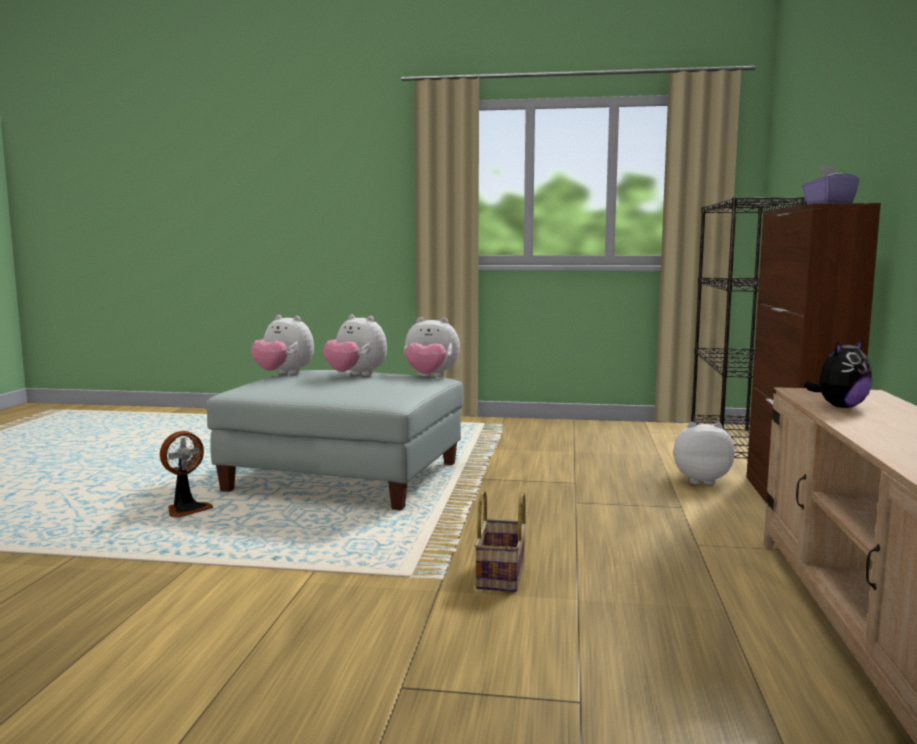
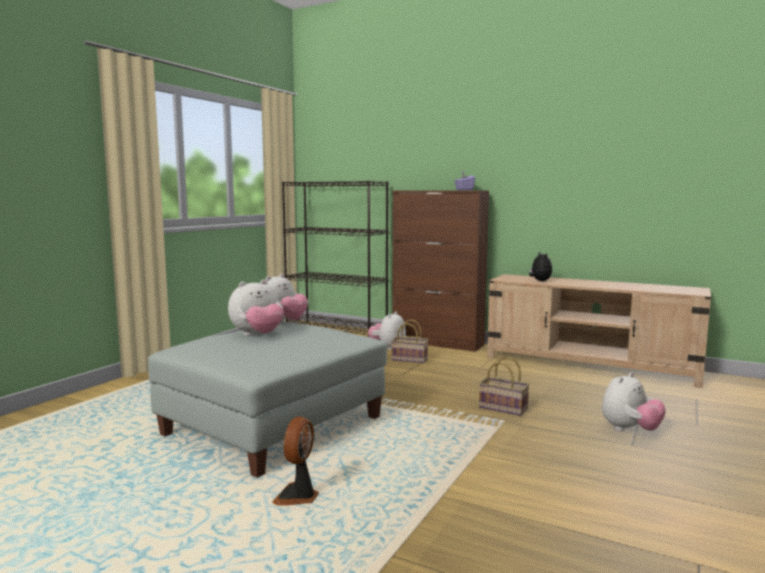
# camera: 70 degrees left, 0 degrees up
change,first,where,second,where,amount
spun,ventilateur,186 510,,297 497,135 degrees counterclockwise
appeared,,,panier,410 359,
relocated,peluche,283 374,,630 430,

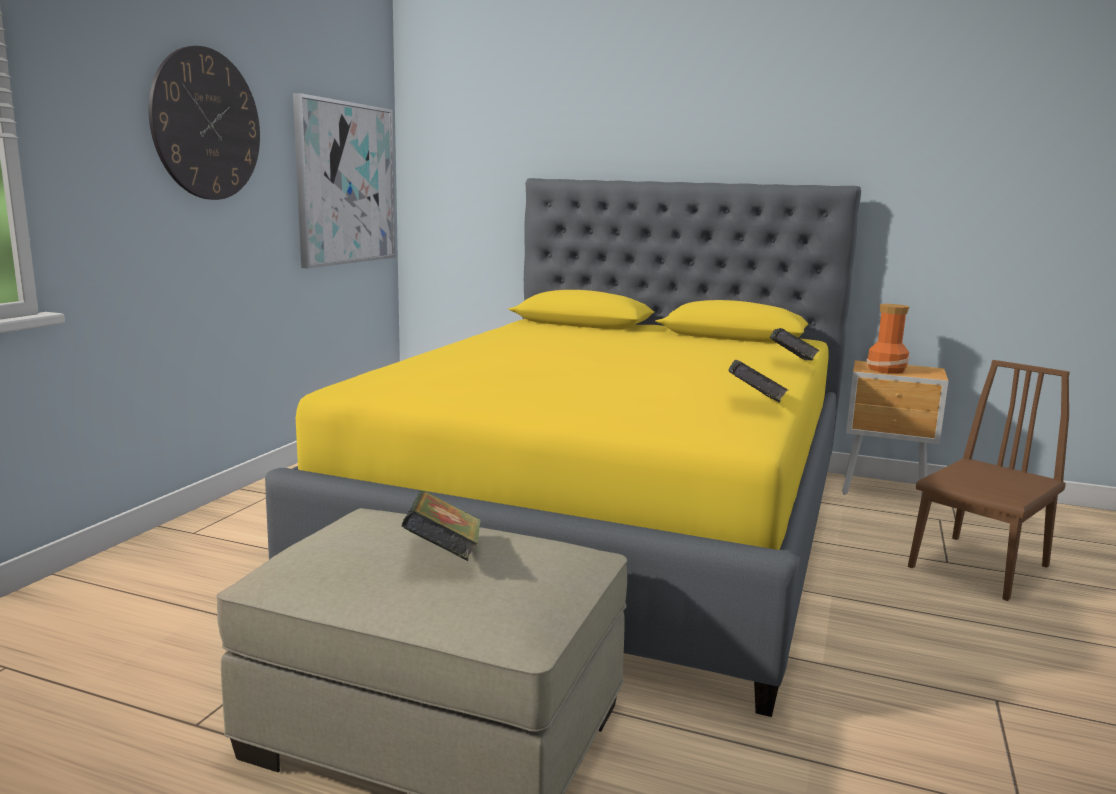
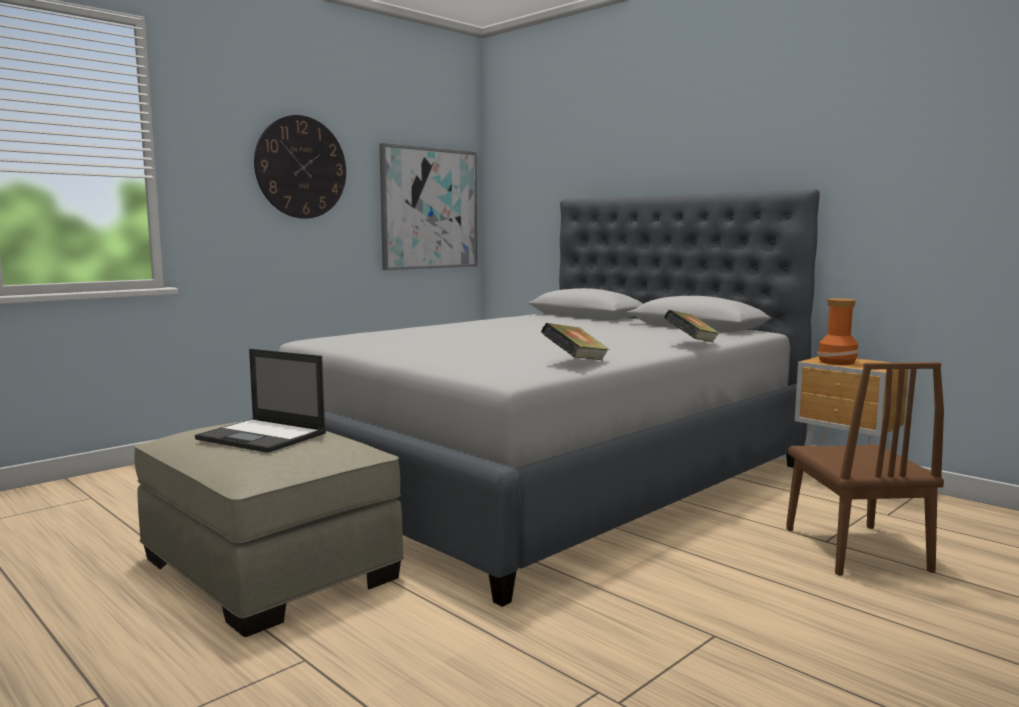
# camera: 25 degrees right, 5 degrees down
change,first,where,second,where,amount
exchanged,livre,444 555,ordinateur portable,263 436,
colour,lit/jaune,607 526,lit/gris,545 477,
spun,chaise/marron,978 566,,855 549,105 degrees clockwise

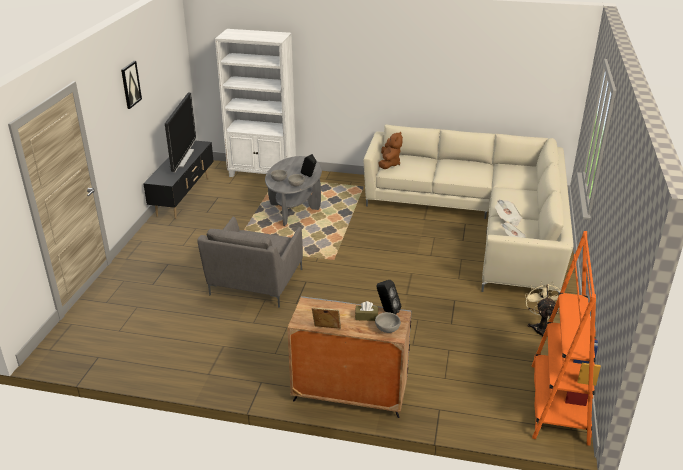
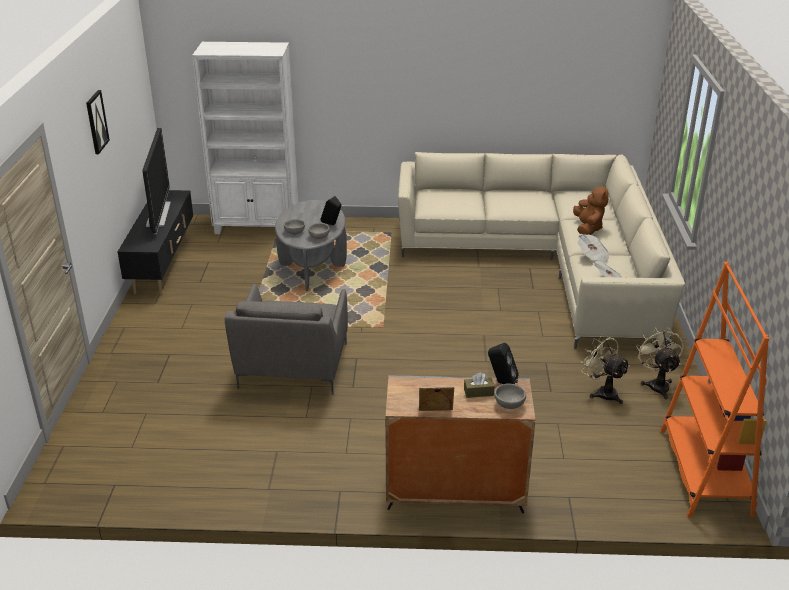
# camera: 10 degrees left, 0 degrees up
change,first,where,second,where,amount
relocated,peluche/marron,389 164,,588 228,
appeared,,,ventilateur/beige,602 392,

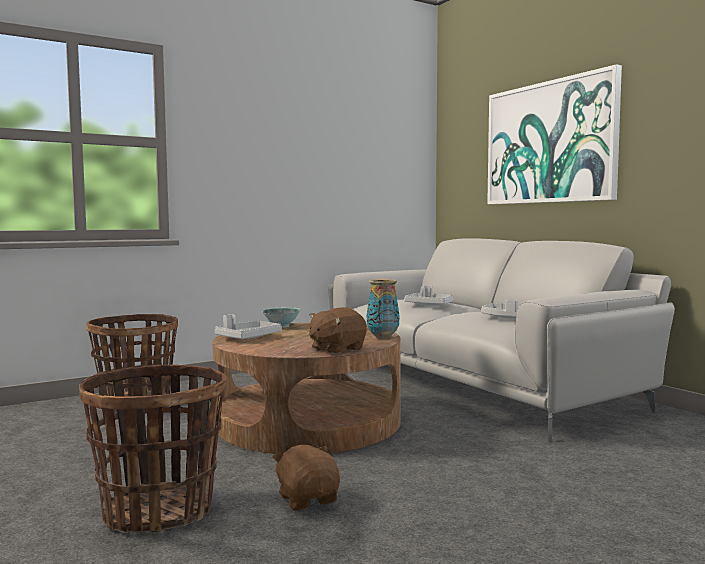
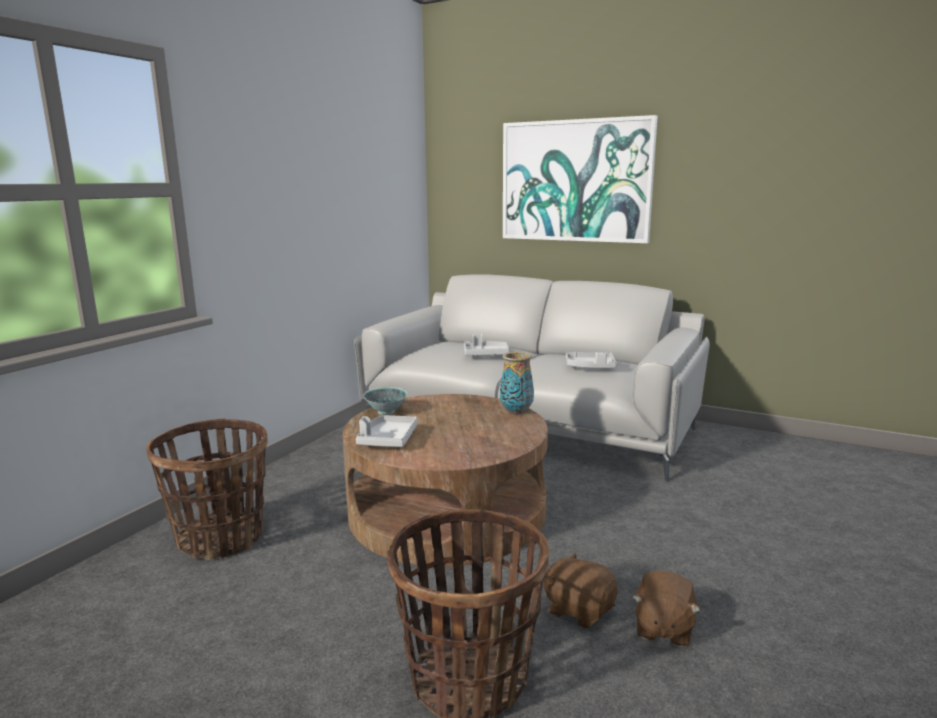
# camera: 30 degrees left, 10 degrees up
change,first,where,second,where,amount
relocated,peluche/marron,336 349,,663 628,

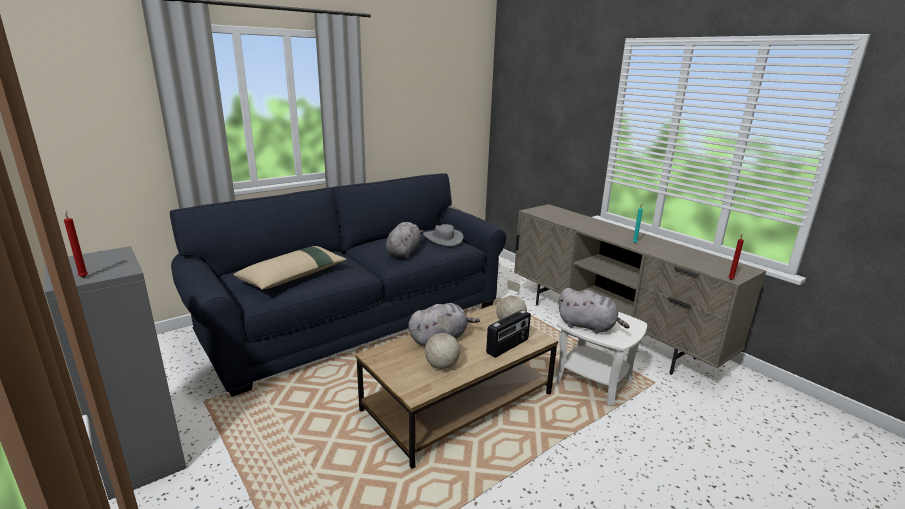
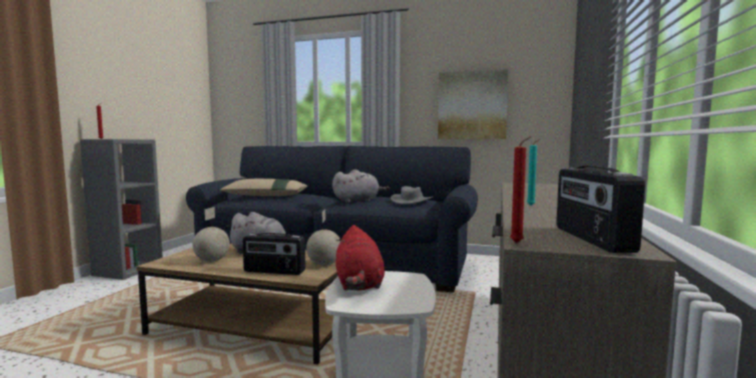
# camera: 55 degrees right, 15 degrees down
change,first,where,second,where,amount
colour,peluche/gris,588 326,peluche/rouge,359 284,
appeared,,,tableau,472 105,
appeared,,,radio,590 239,

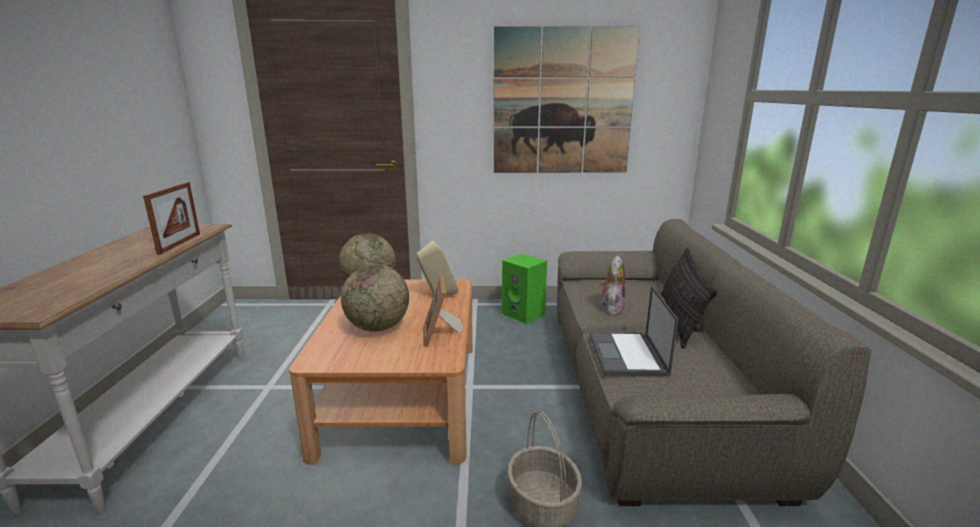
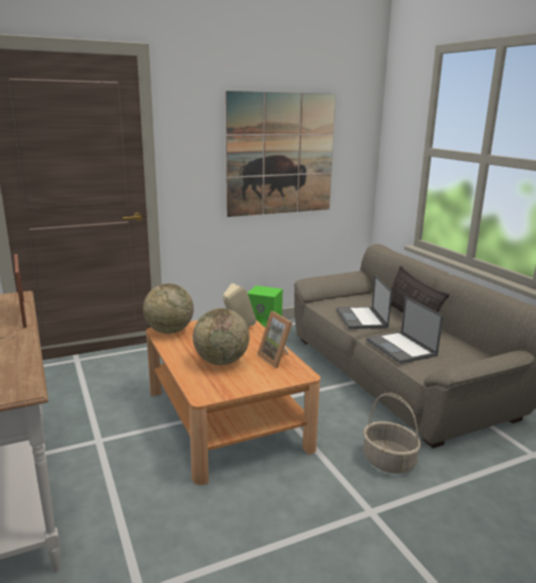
# camera: 25 degrees left, 0 degrees up
change,first,where,second,where,amount
exchanged,peluche,611 308,ordinateur portable,362 318,

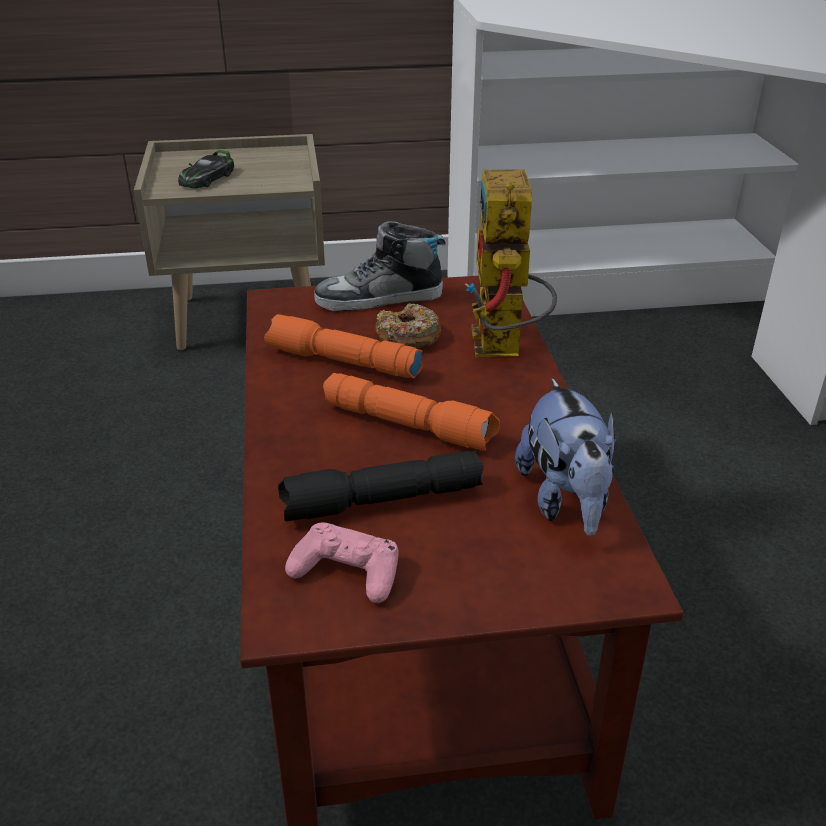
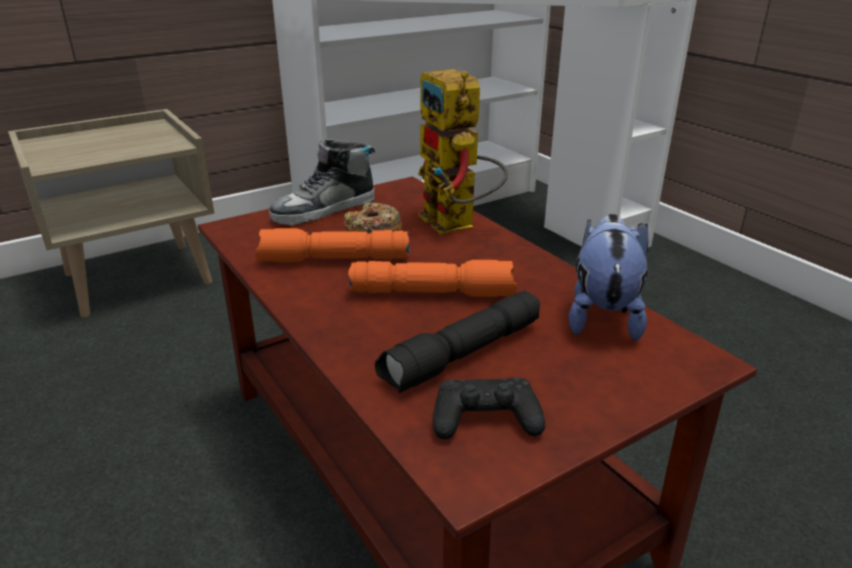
# camera: 25 degrees left, 5 degrees down
change,first,where,second,where,amount
colour,manette/rose,347 571,manette/noir,485 419,
spun,peluche,565 501,,602 315,135 degrees counterclockwise
missing,petite voiture,207 178,,,

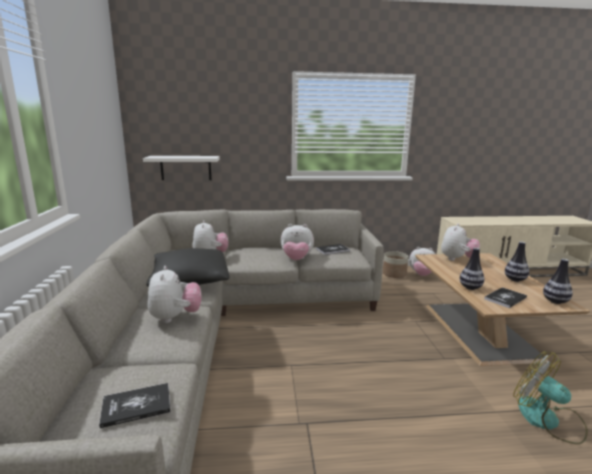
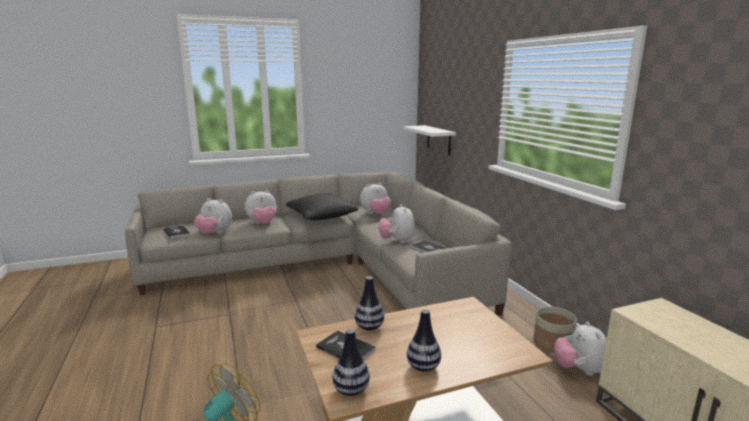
# camera: 75 degrees right, 0 degrees up
change,first,where,second,where,amount
relocated,peluche,457 259,,214 233,

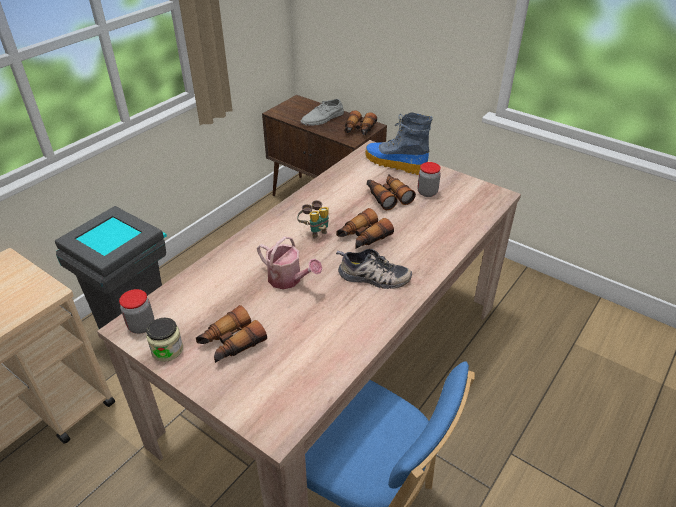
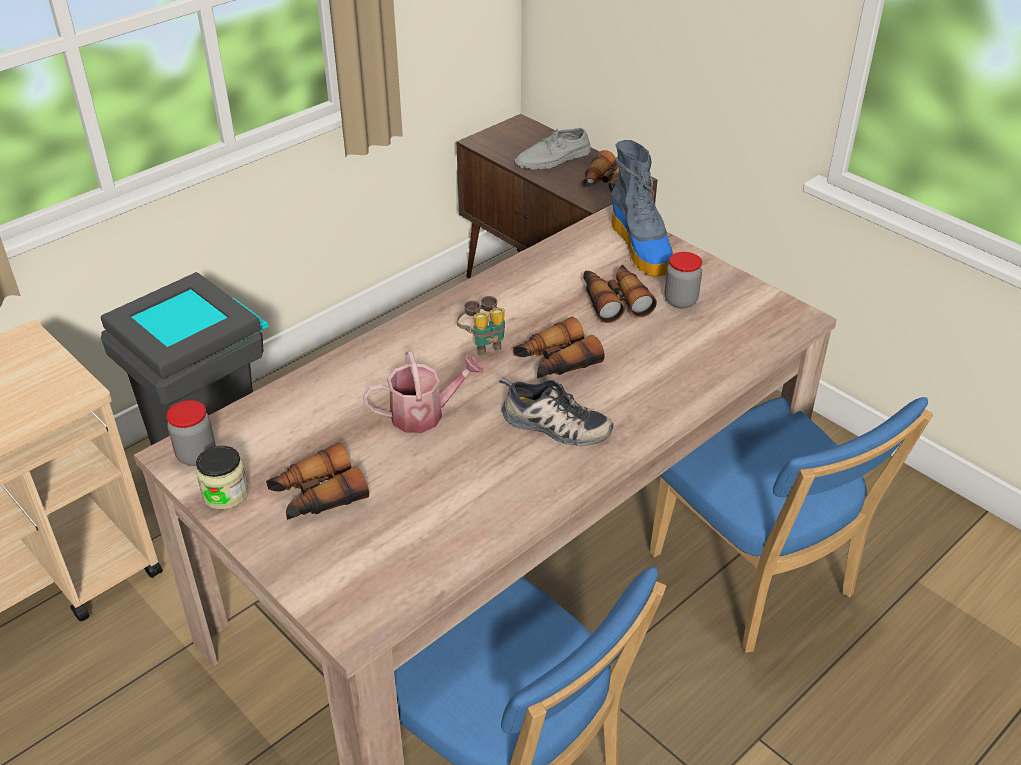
# camera: 10 degrees right, 0 degrees up
change,first,where,second,where,amount
spun,arrosoir,288 280,,424 414,60 degrees counterclockwise
spun,botte,394 163,,641 247,150 degrees counterclockwise
appeared,,,chaise/bleu,757 581,

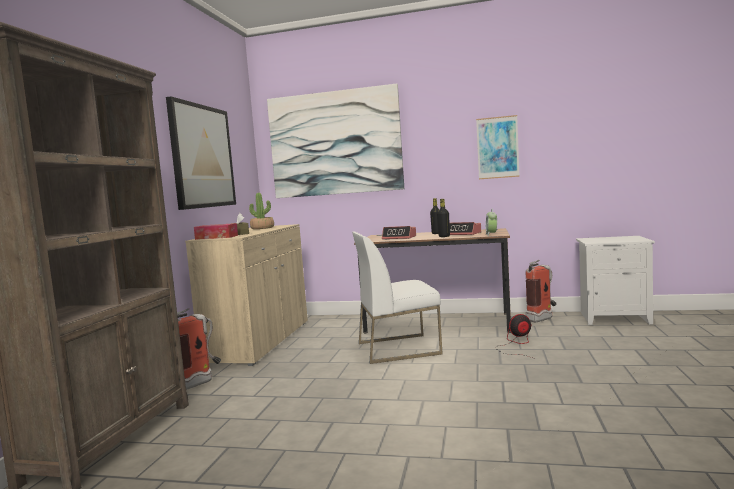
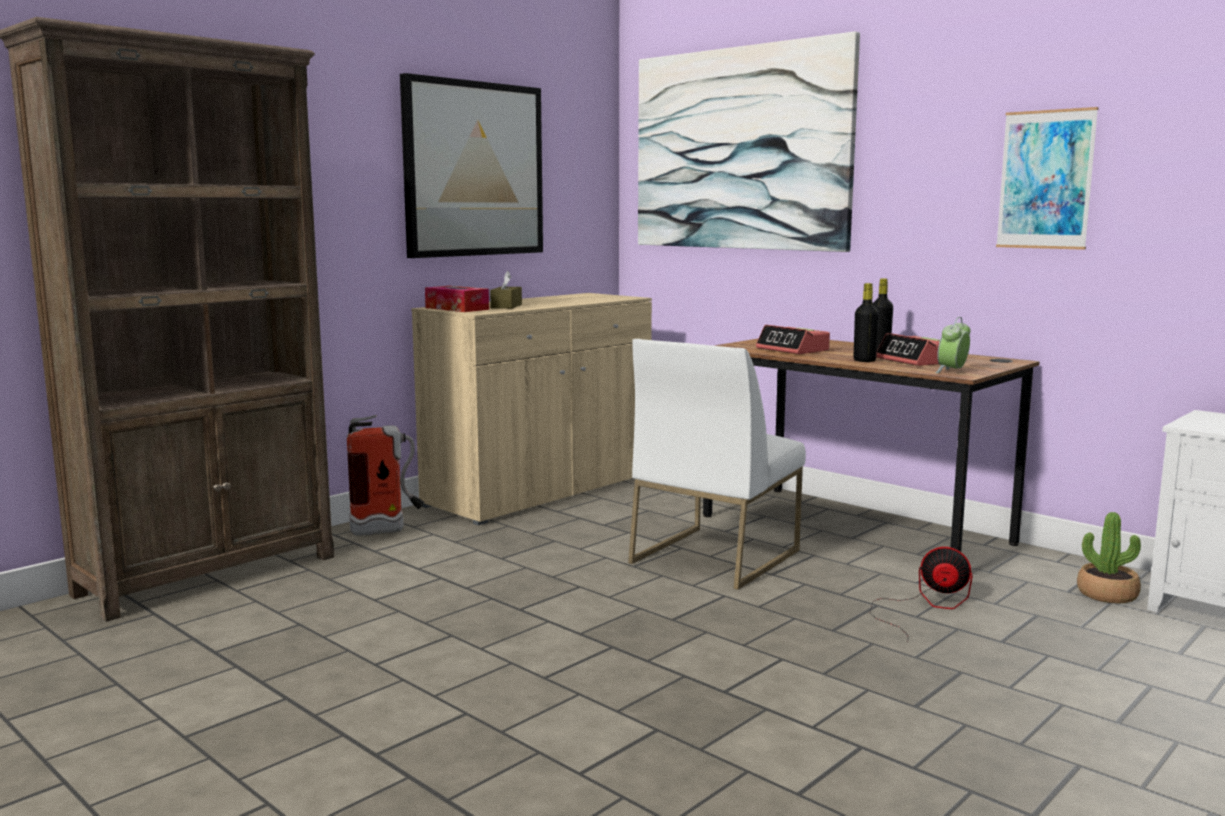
# camera: 30 degrees right, 5 degrees up
change,first,where,second,where,amount
spun,chaise/blanc,399 348,,714 556,75 degrees counterclockwise
relocated,plante en pot,262 228,,1107 594,
missing,extincteur,543 319,,,

